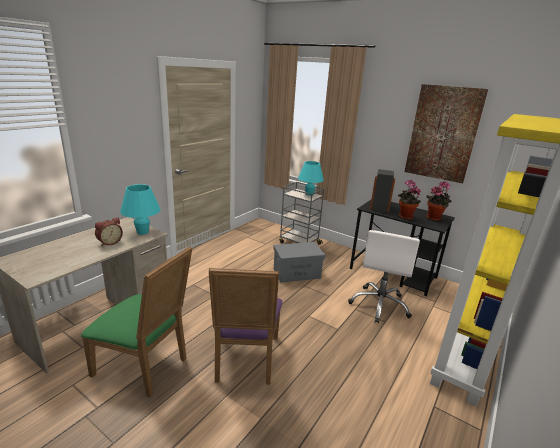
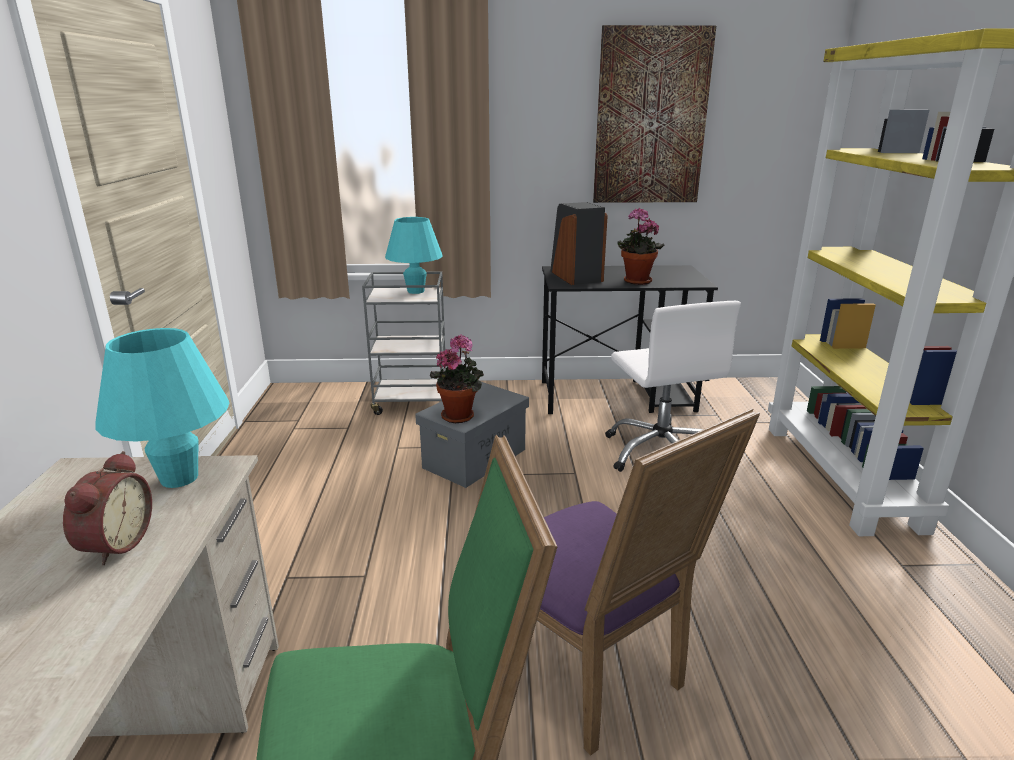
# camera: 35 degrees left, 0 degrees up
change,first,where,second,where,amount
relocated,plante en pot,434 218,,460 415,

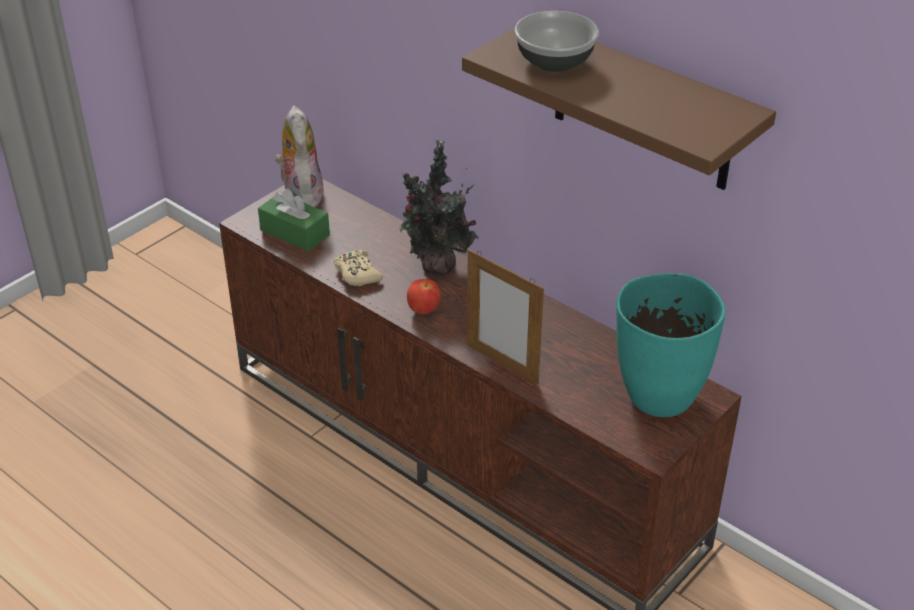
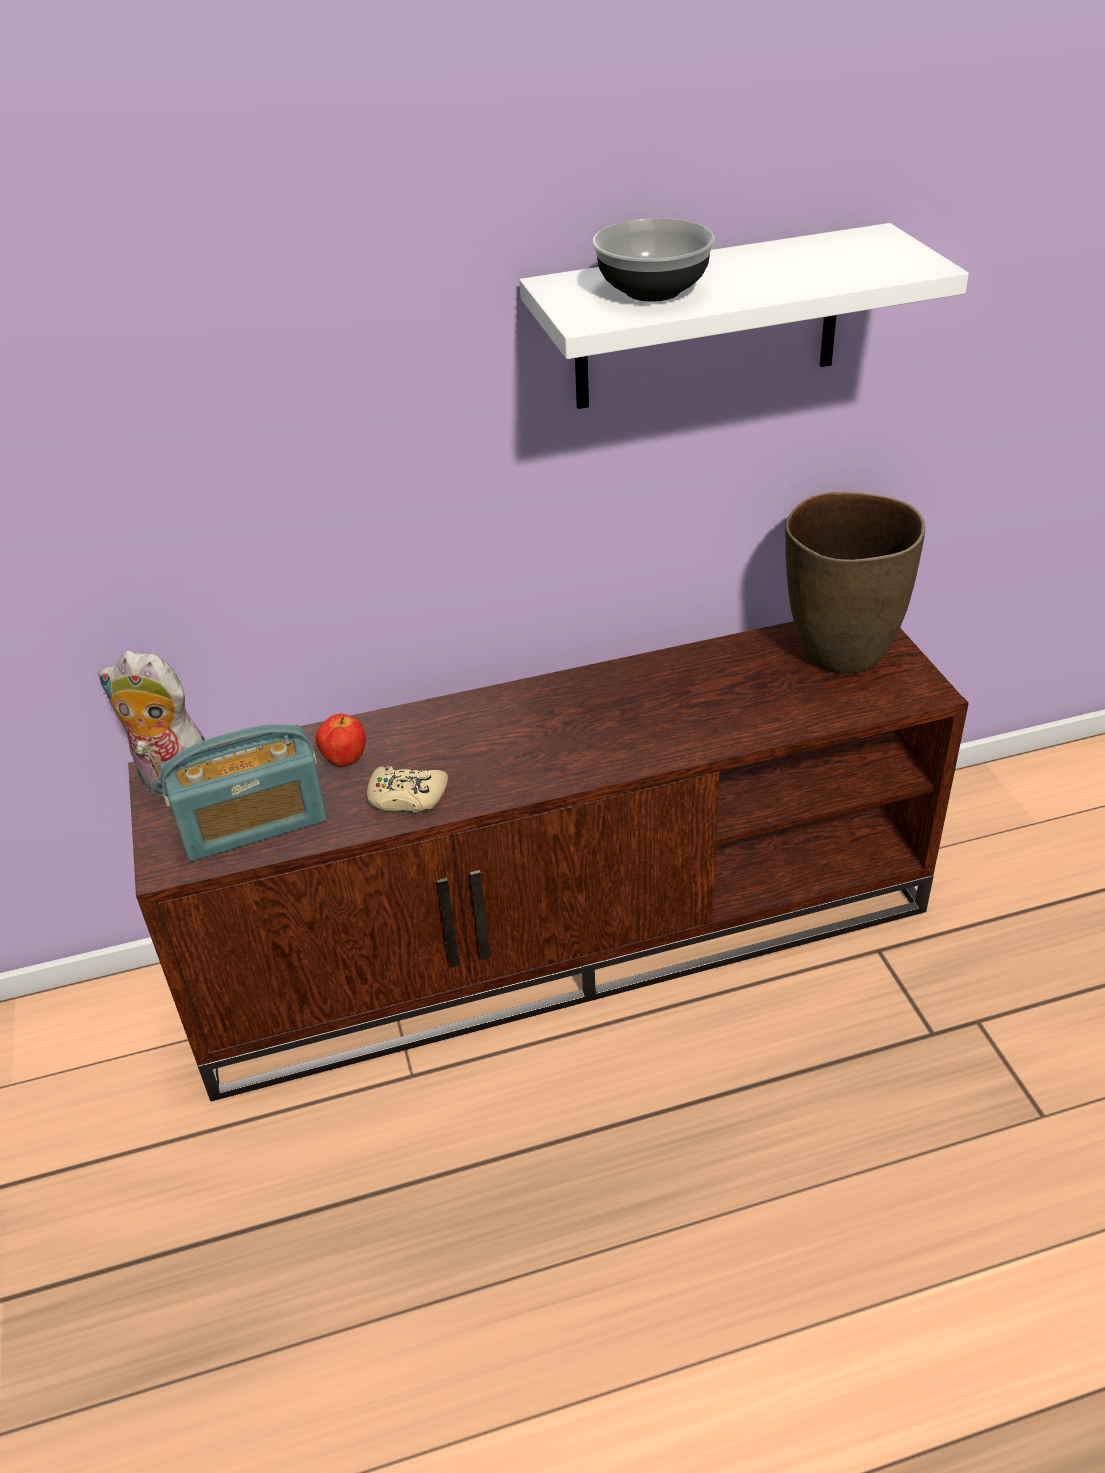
# camera: 55 degrees left, 0 degrees up
change,first,where,second,where,amount
exchanged,boîte à mouchoirs/vert,295 233,radio,253 824,
relocated,pomme,424 310,,345 760,
colour,étagère/marron,642 107,étagère/blanc,707 319,
colour,vase/turquoise,658 396,vase/marron,840 653,
missing,plante en pot,437 268,,,
missing,cadre photo,502 364,,,

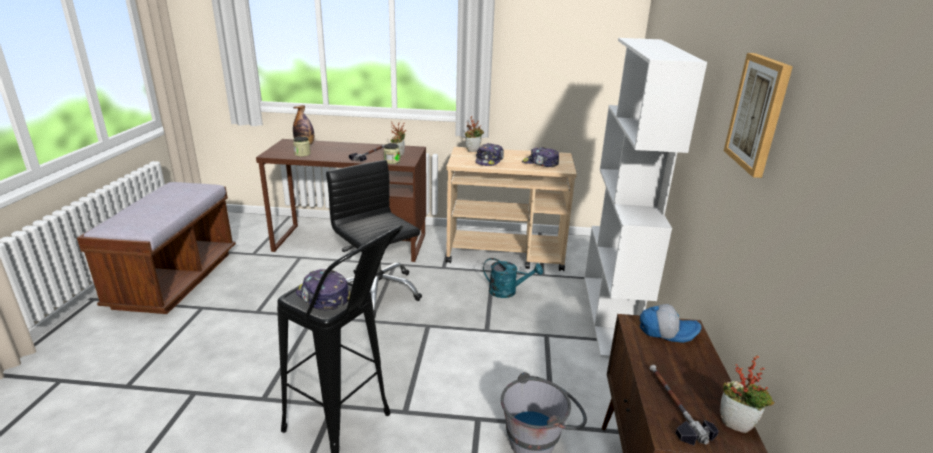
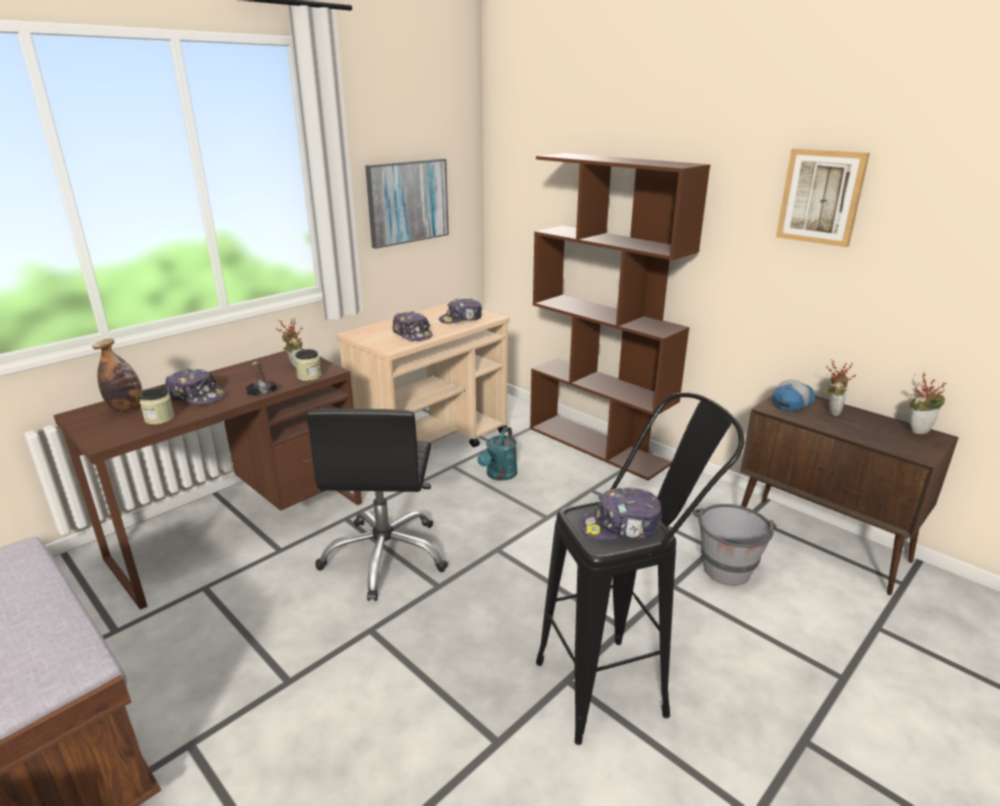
# camera: 50 degrees left, 0 degrees up
change,first,where,second,where,amount
appeared,,,casquette,196 396,
spun,chaise de bureau/noir,377 291,,385 556,90 degrees counterclockwise
appeared,,,tableau,407 202,
spun,arrosoir/turquoise,508 291,,499 475,150 degrees clockwise
colour,bibliothèque/blanc,611 315,bibliothèque/marron,598 445,
relocated,plante en pot,473 150,,831 411,
missing,marteau,674 406,,,

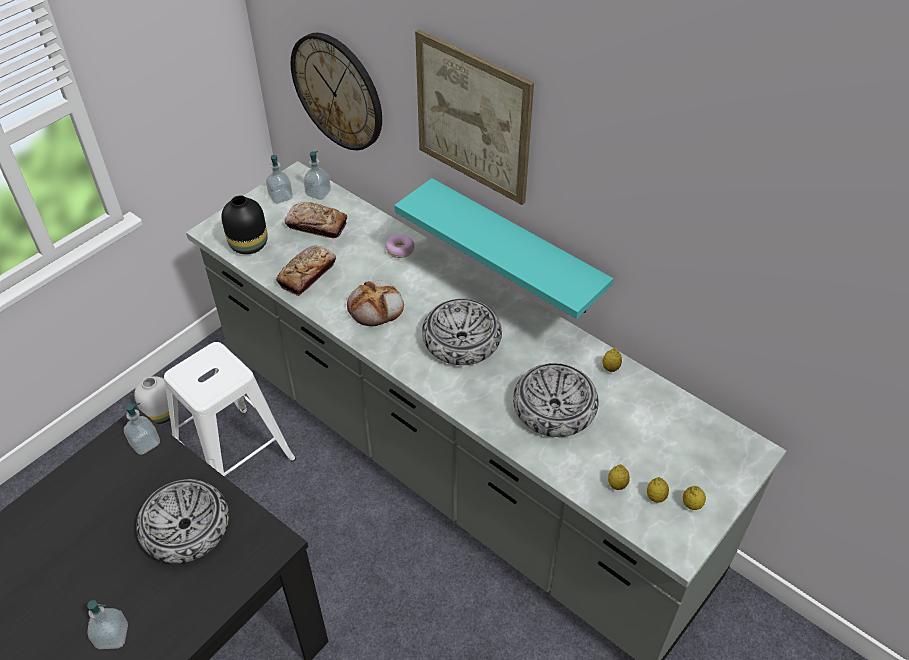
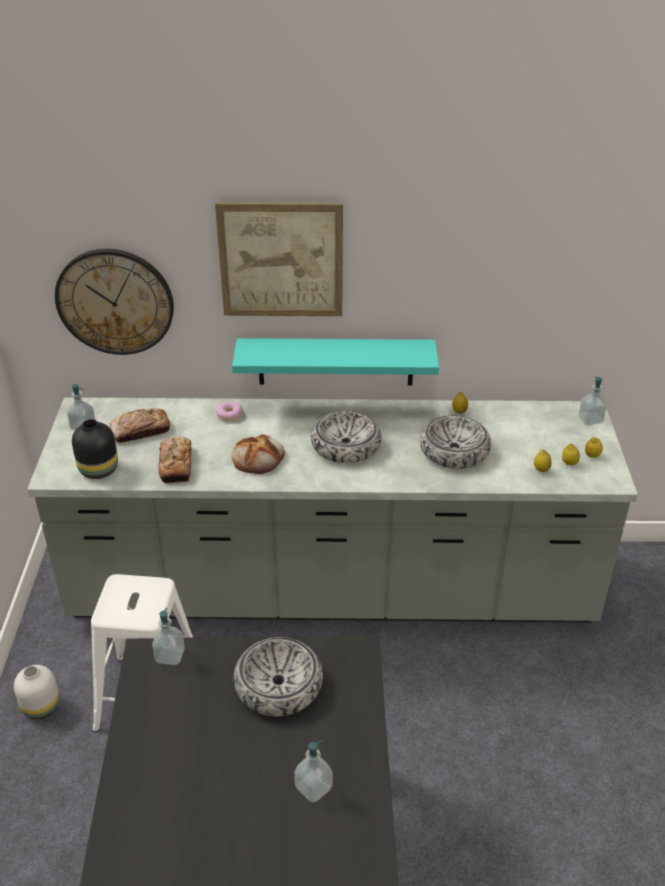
# camera: 40 degrees left, 10 degrees down
change,first,where,second,where,amount
relocated,distributeur de savon,318 193,,590 419,

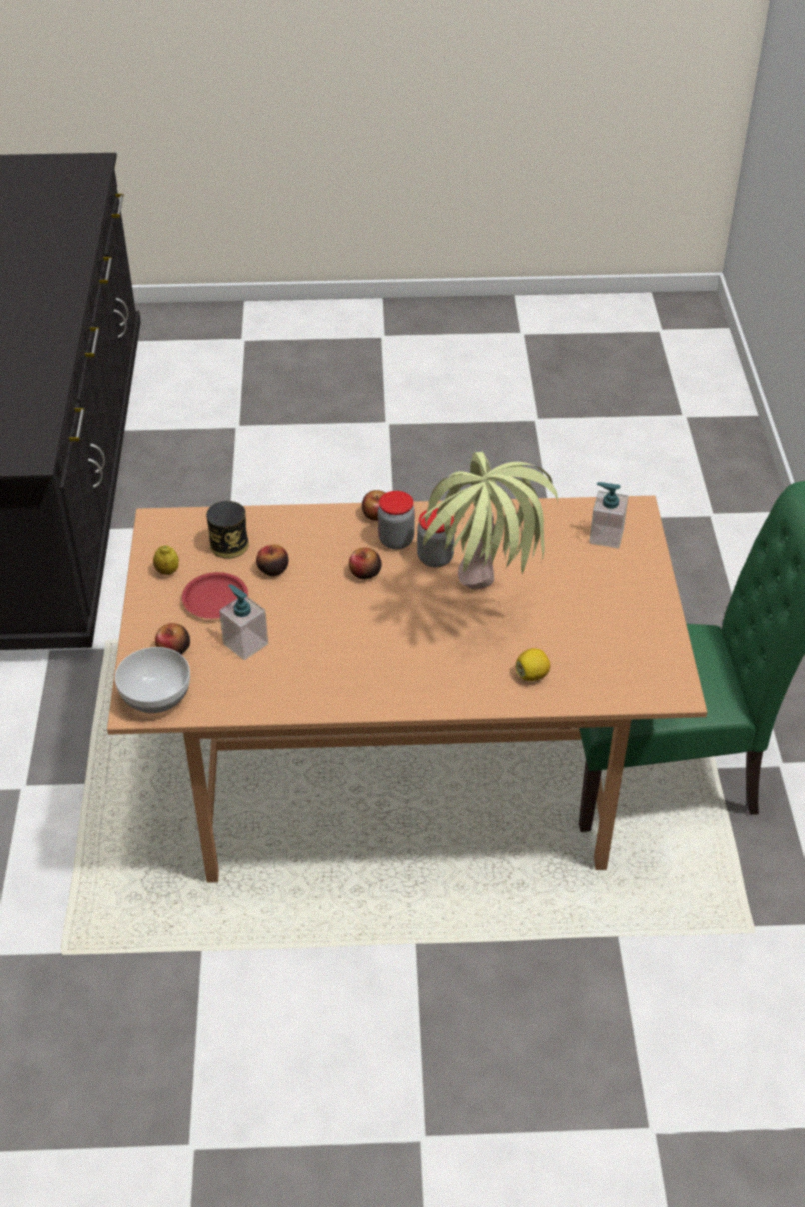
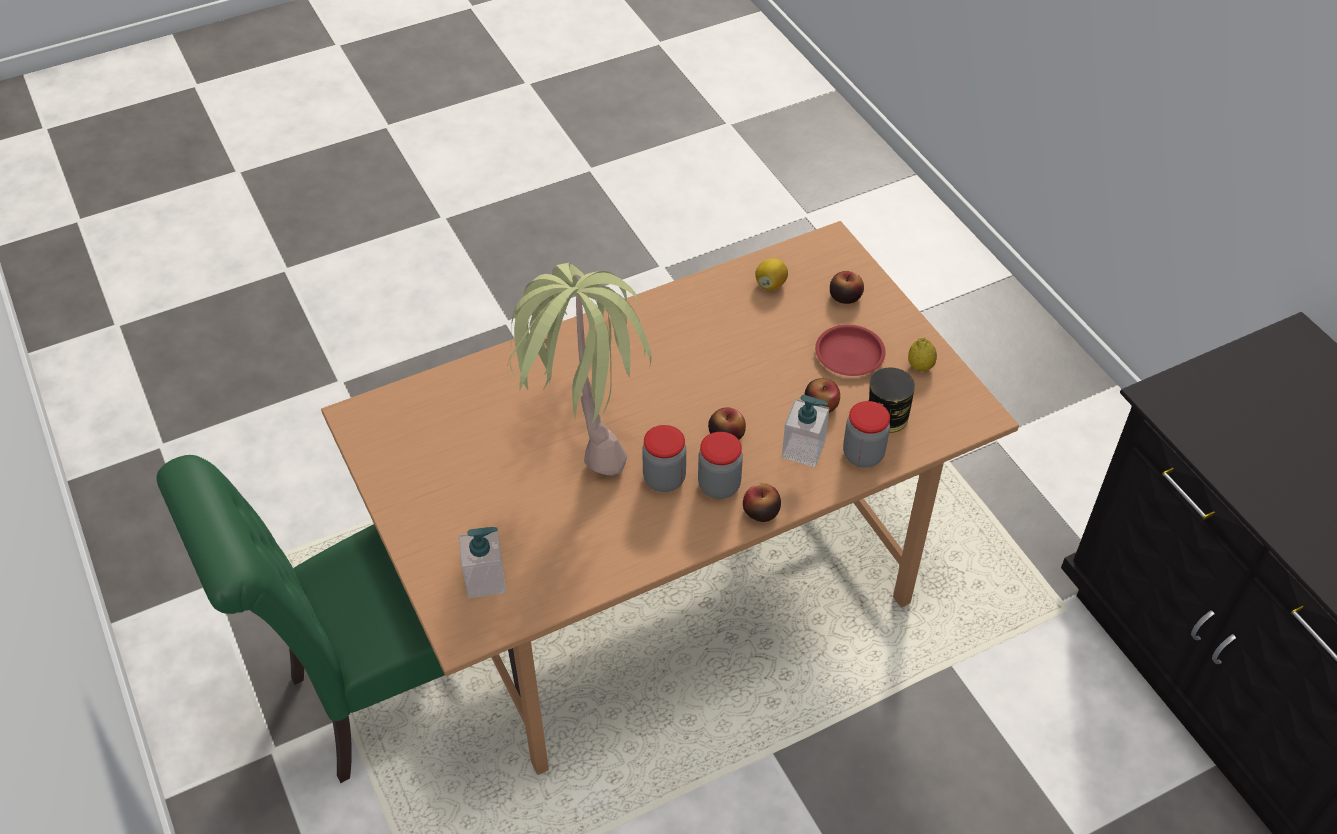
# camera: 155 degrees right, 5 degrees up
change,first,where,second,where,amount
relocated,citron,532 675,,770 284,
relocated,distributeur de savon,245 644,,803 449,
appeared,,,bocal,863 455,
missing,bol,156 695,,,

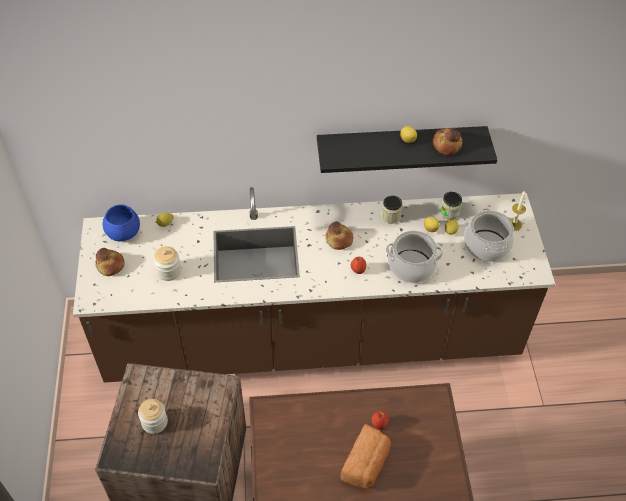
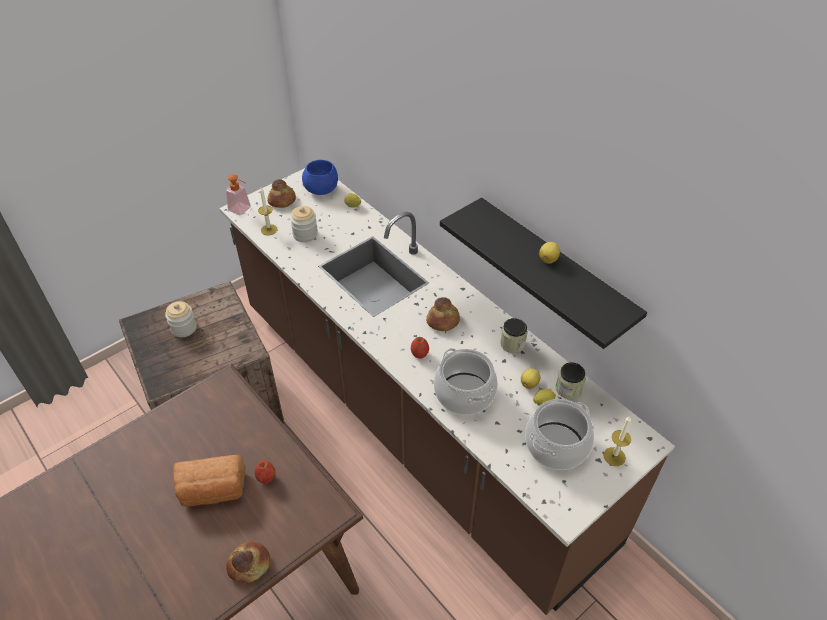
# camera: 55 degrees right, 5 degrees down
change,first,where,second,where,amount
appeared,,,distributeur de savon,242 210,
relocated,pain,447 145,,249 565,
appeared,,,bougie,269 229,

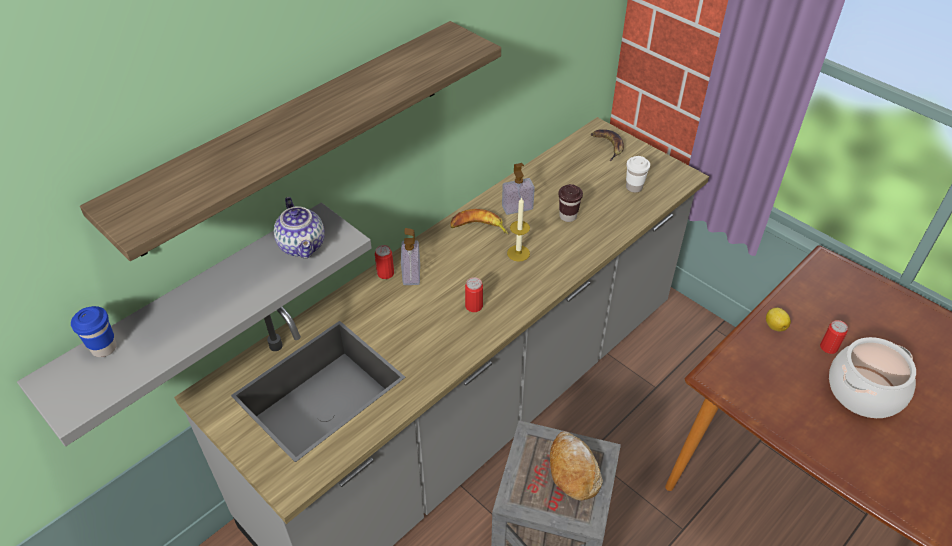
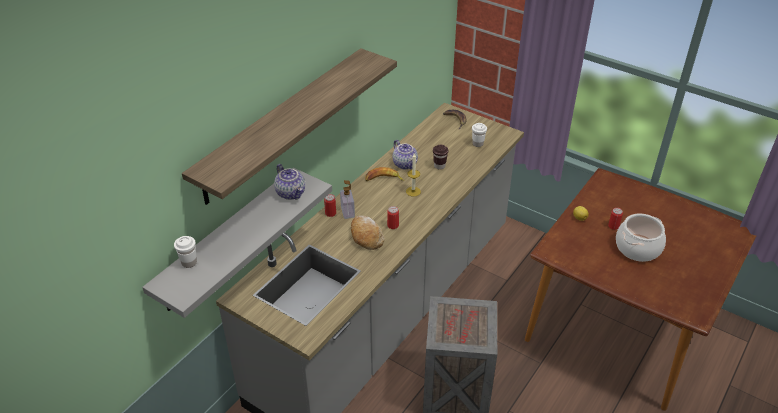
# camera: 10 degrees left, 5 degrees down
change,first,where,second,where,amount
colour,tasse/bleu,104 348,tasse/blanc,189 263,
relocated,pain,573 470,,366 236,
exchanged,distributeur de savon,517 207,théière,405 164,

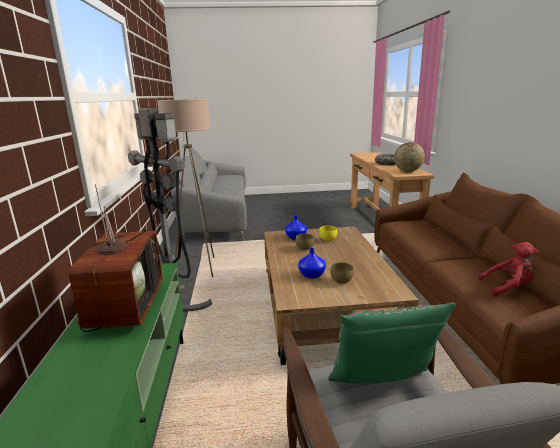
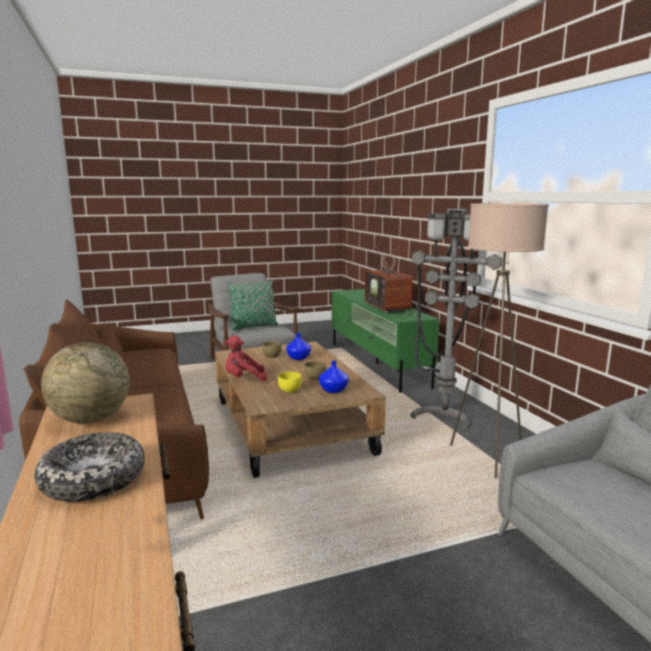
# camera: 165 degrees right, 5 degrees down
change,first,where,second,where,amount
relocated,peluche/rouge,508 288,,243 379,

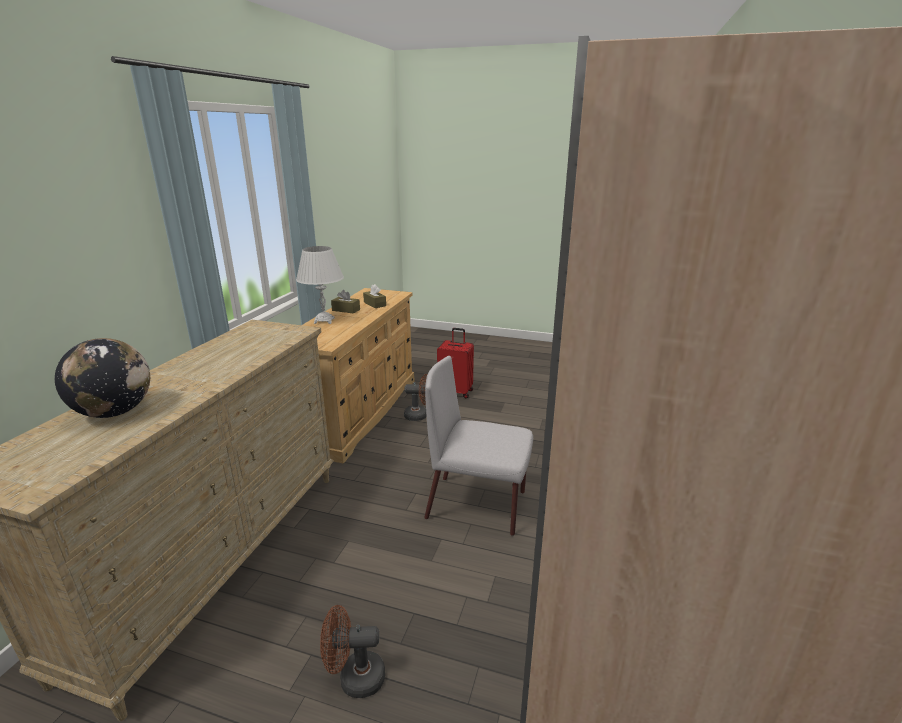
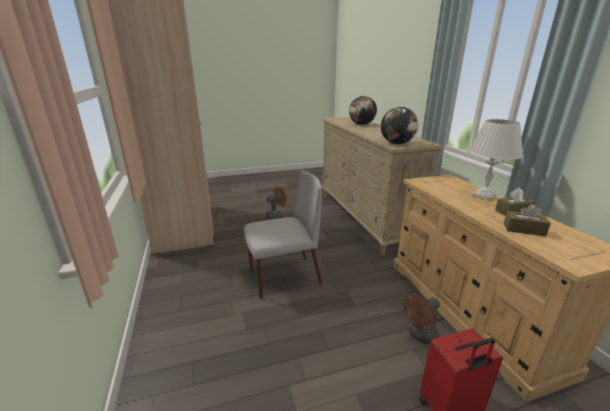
# camera: 145 degrees right, 0 degrees up
change,first,where,second,where,amount
appeared,,,globe,397 143,

